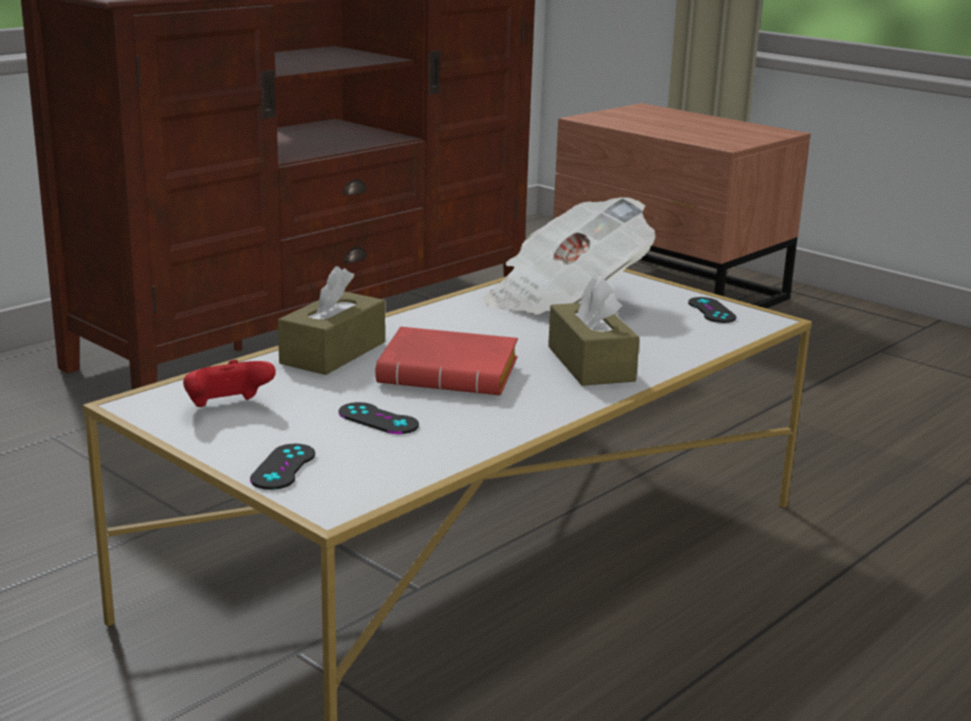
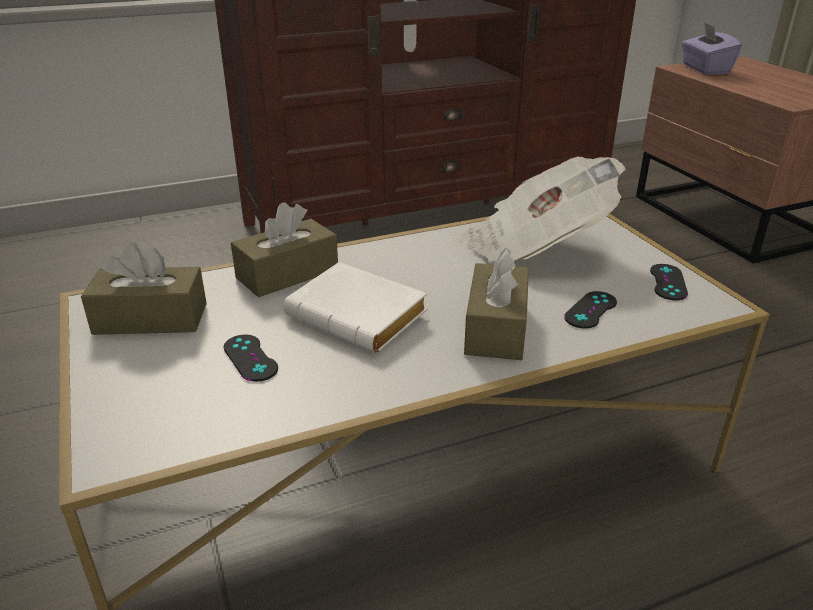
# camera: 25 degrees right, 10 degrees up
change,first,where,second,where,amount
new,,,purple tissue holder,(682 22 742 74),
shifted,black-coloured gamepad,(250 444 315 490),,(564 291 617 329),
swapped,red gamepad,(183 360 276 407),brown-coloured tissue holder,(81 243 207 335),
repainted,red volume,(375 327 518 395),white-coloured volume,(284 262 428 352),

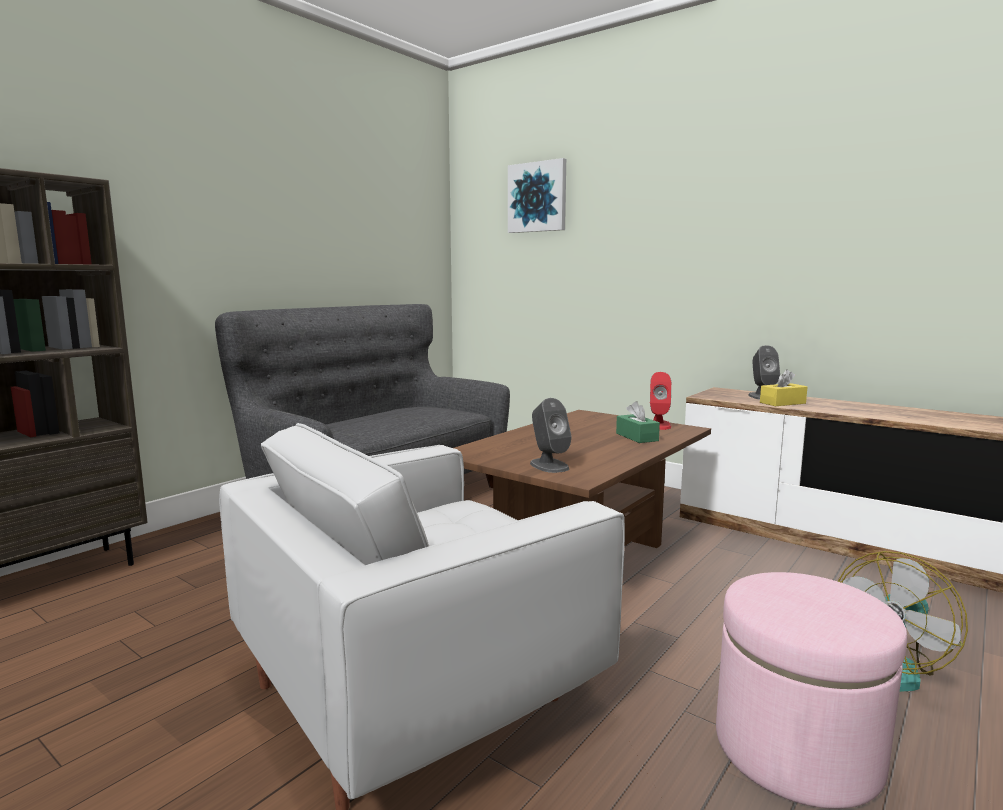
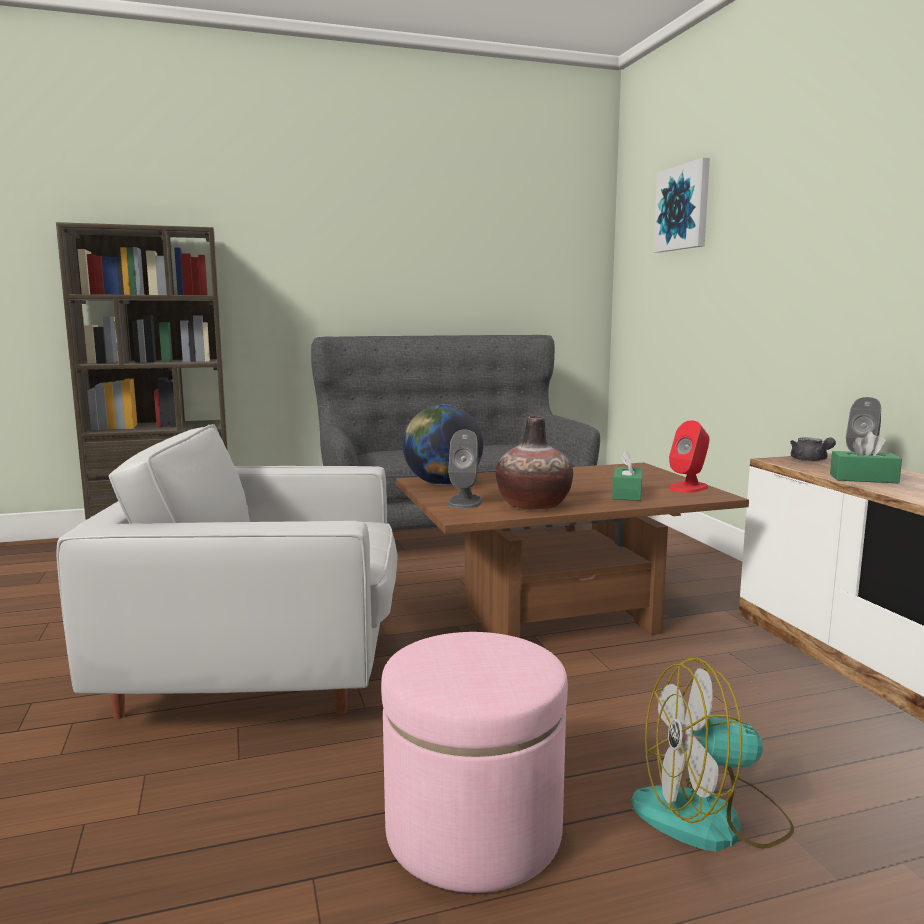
# camera: 35 degrees right, 0 degrees up
change,first,where,second,where,amount
new,,,desk globe,(403 405 483 485),
new,,,flower vase,(496 416 573 510),
new,,,gray teapot,(790 437 836 461),
repainted,yellow tissue holder,(760 370 808 406),green tissue holder,(830 431 902 483),

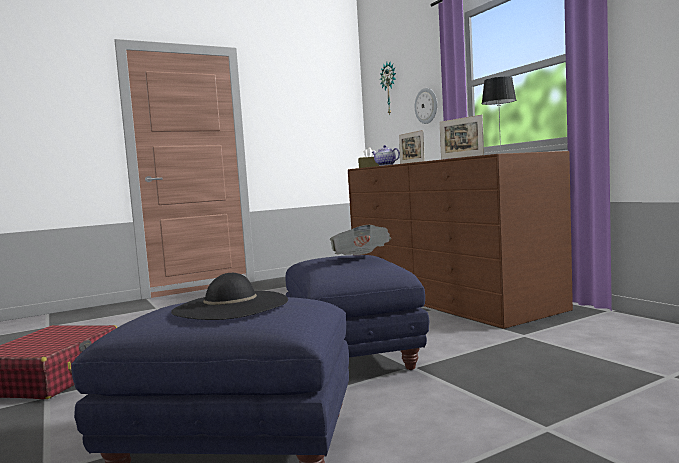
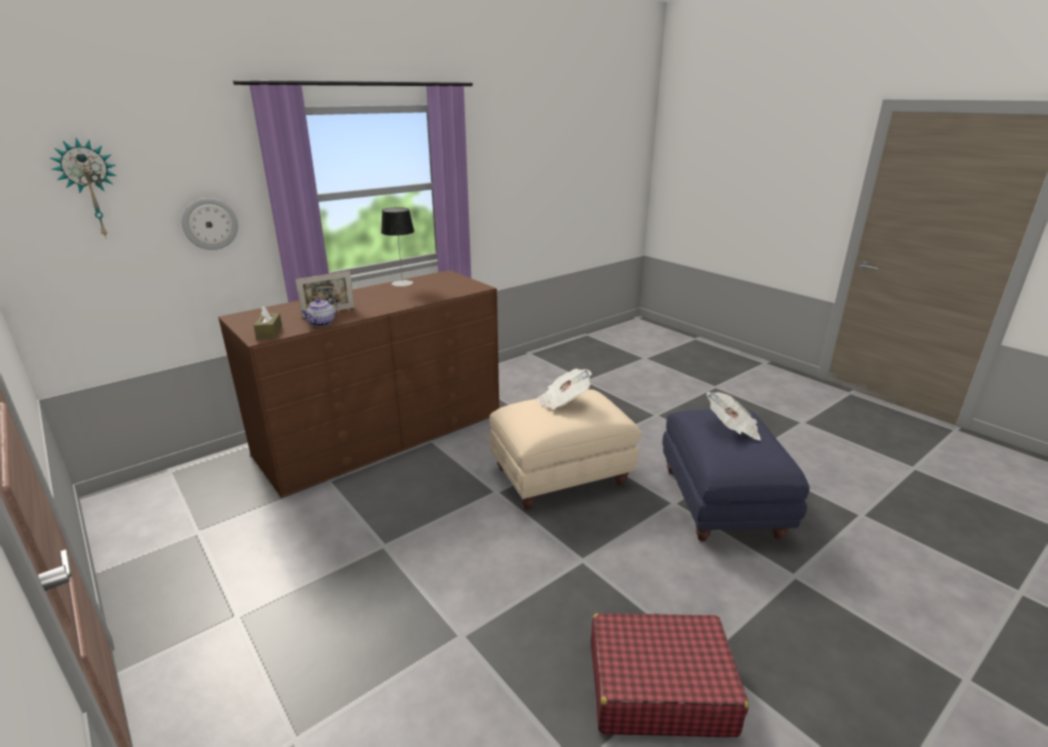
# camera: 100 degrees left, 20 degrees up
change,first,where,second,where,amount
gone,photo frame,(440 115 484 159),,,
swapped,black-coloured clothing hat,(171 273 288 320),daily paper,(707 392 761 440),
repainted,bluish footrest,(285 255 430 370),sand-coloured footrest,(489 390 641 510),

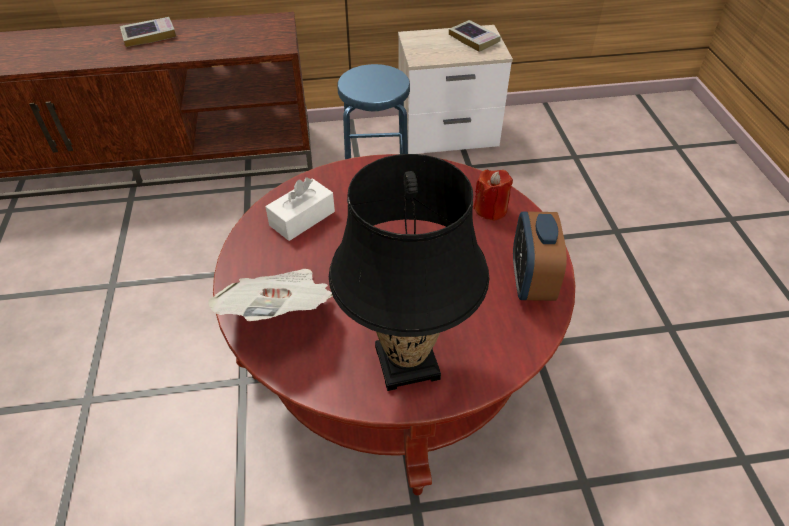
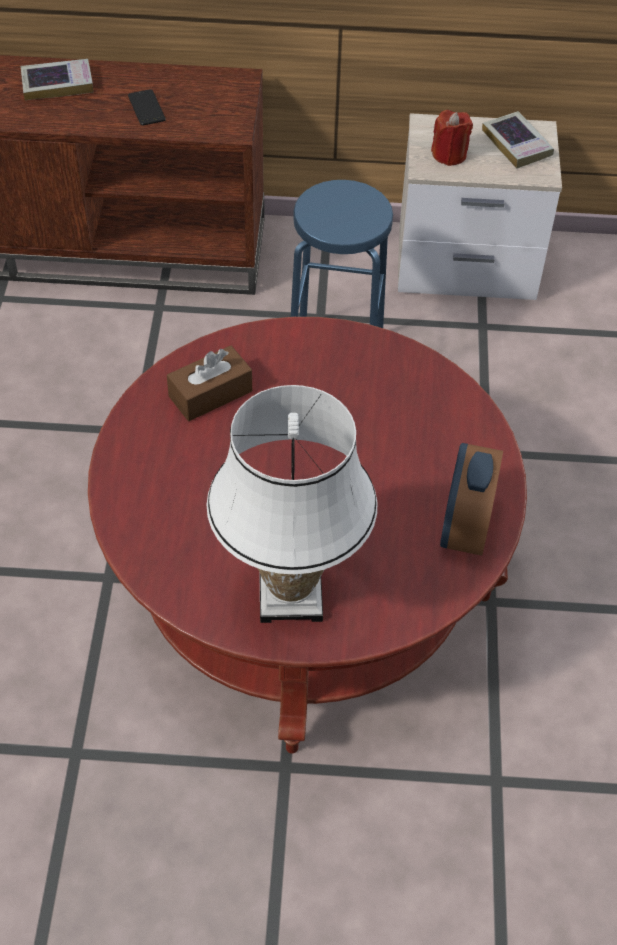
# camera: 10 degrees right, 5 degrees up
change,first,where,second,where,amount
gone,daily paper,(208 269 333 321),,,
new,,,telephone,(128 89 166 125),
shifted,red wax light,(473 170 513 221),,(431 110 473 166),
repainted,white-coloured tissue holder,(265 177 335 241),brown-coloured tissue holder,(167 346 252 421),
repainted,black-coloured lamp for a table,(329 154 489 391),white-coloured lamp for a table,(207 385 377 623),

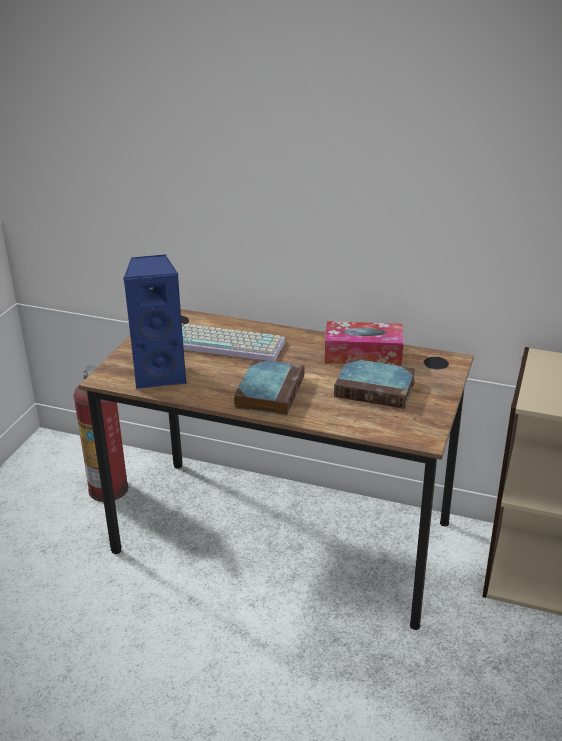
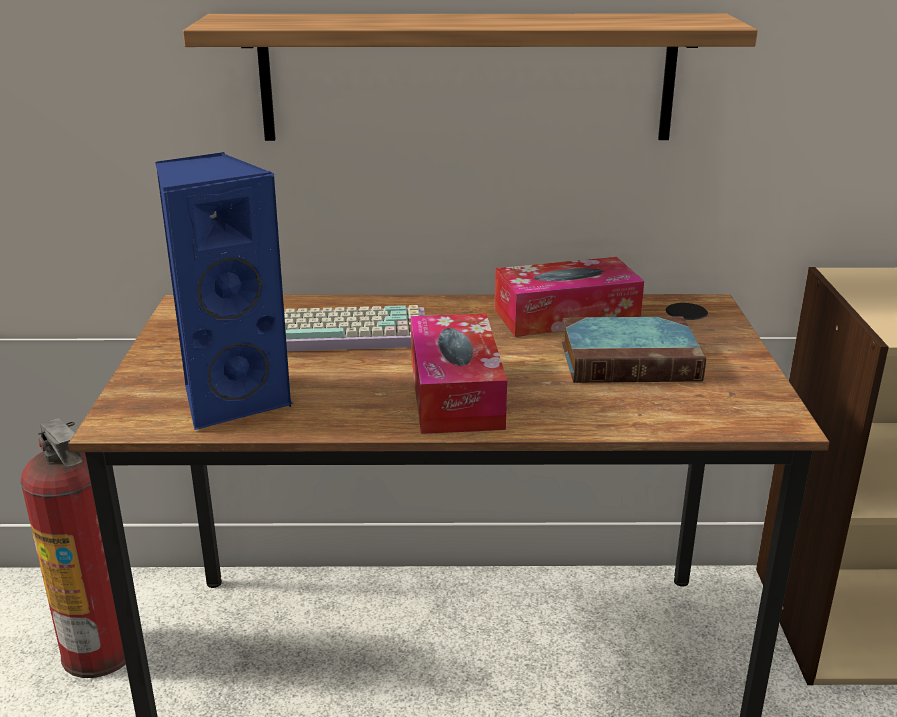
# camera: 20 degrees left, 5 degrees down
change,first,where,second,where,amount
new,,,wall shelf,(183 14 758 141),
swapped,volume,(234 359 305 415),tissue holder,(411 313 507 434),

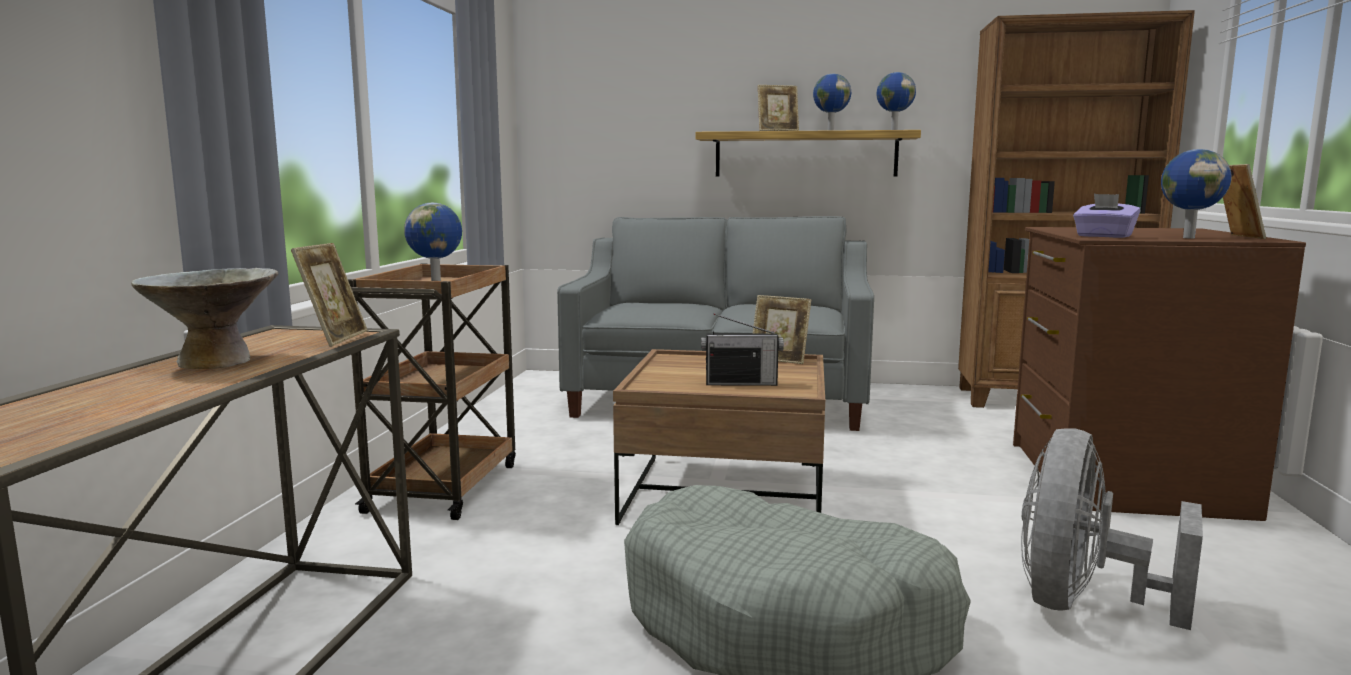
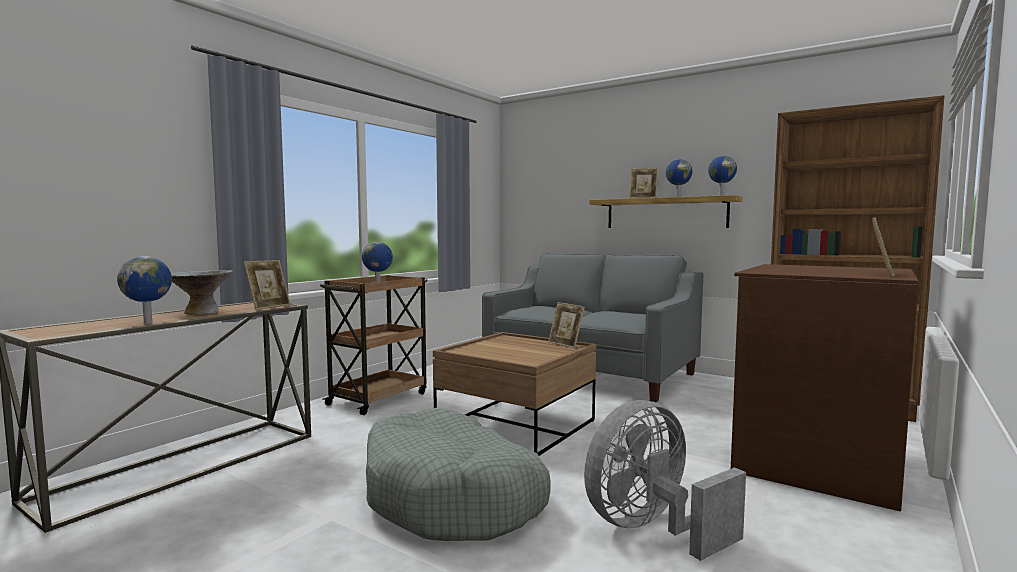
# camera: 25 degrees right, 5 degrees down
change,first,where,second,where,amount
gone,radio receiver,(701 313 784 386),,,
gone,purple tissue holder,(1073 194 1140 238),,,
shifted,desk globe,(1161 149 1232 239),,(117 256 172 324),

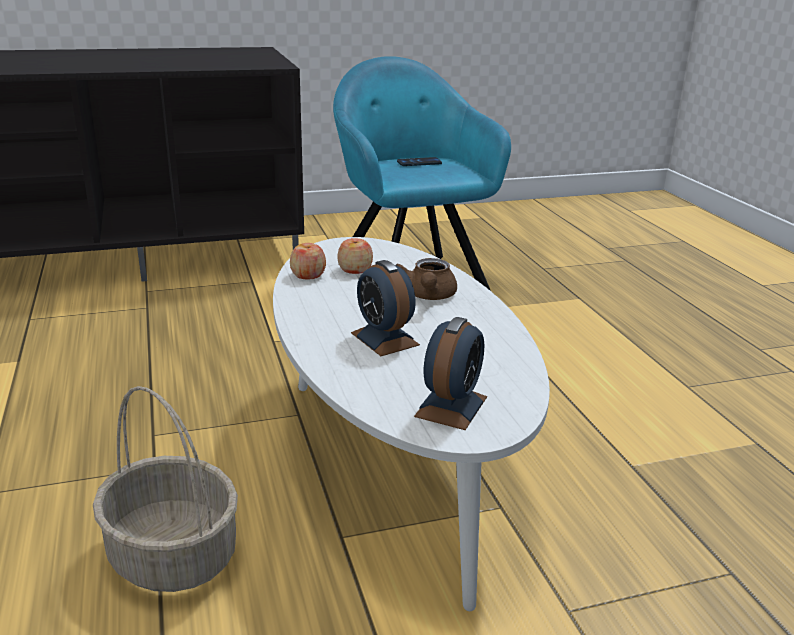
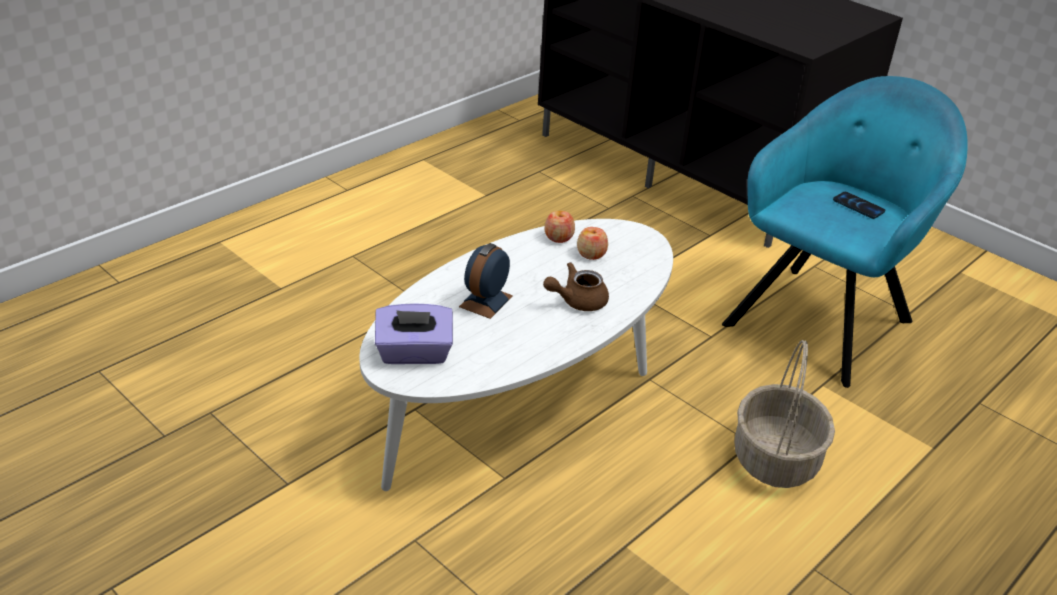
# camera: 60 degrees right, 10 degrees up
change,first,where,second,where,amount
shifted,storage basket,(93 386 238 592),,(734 340 835 488),
swapped,bedside clock,(414 317 487 430),purple tissue holder,(375 303 453 364),

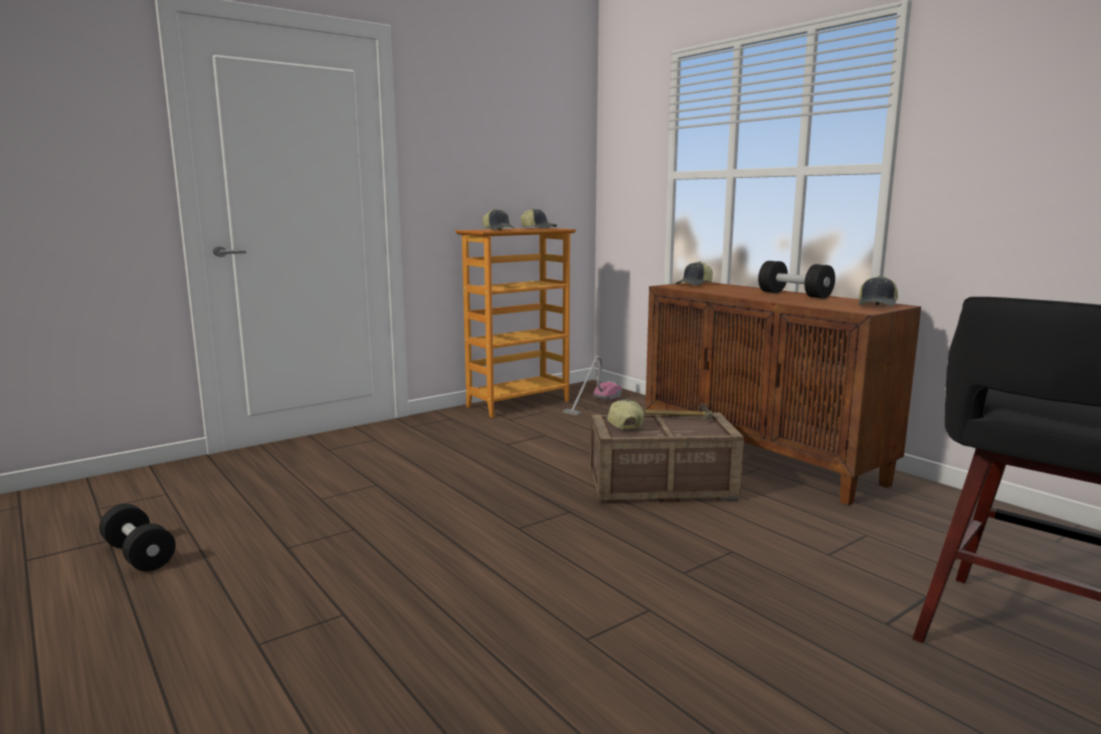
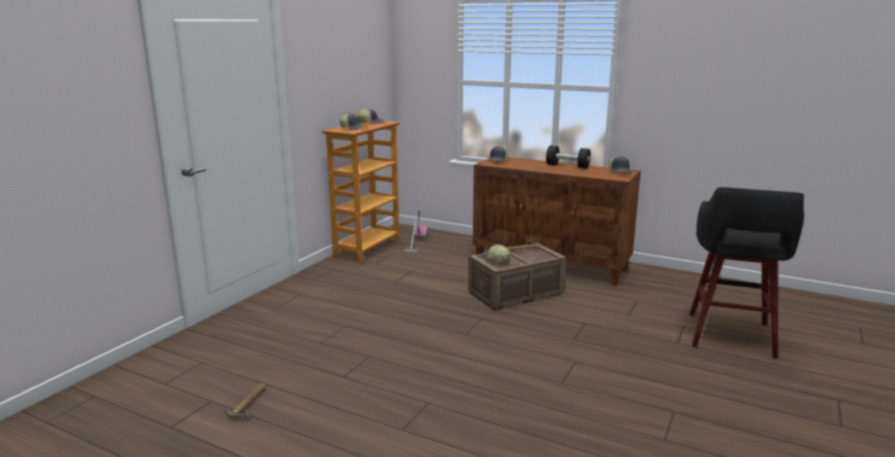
# camera: 25 degrees left, 5 degrees up
change,first,where,second,where,amount
swapped,black-coloured dumbbell,(99 504 176 571),hand hammer,(224 383 266 420),

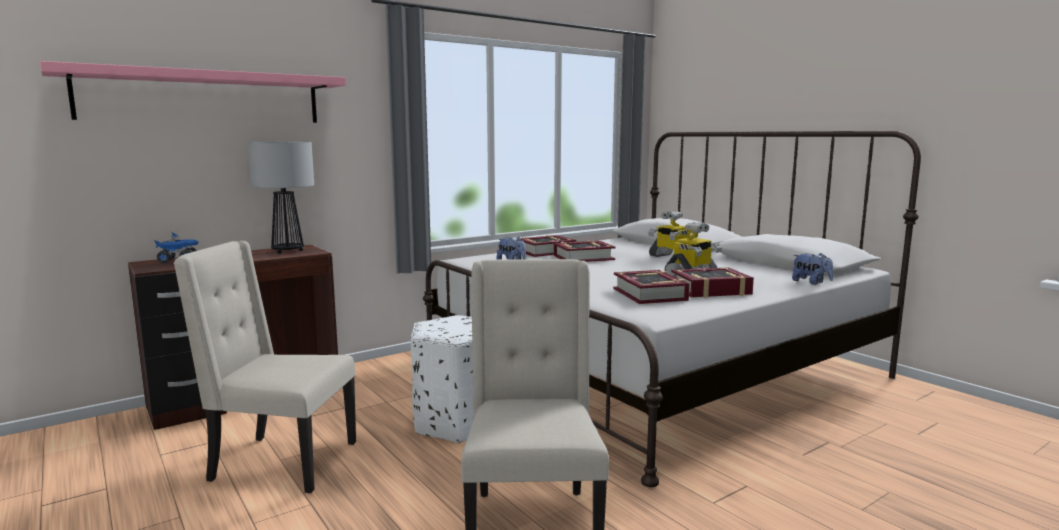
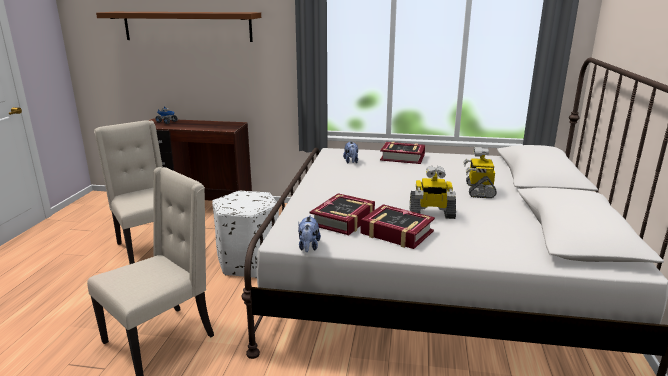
# camera: 45 degrees right, 10 degrees up
change,first,where,second,where,amount
gone,lamp for a table,(247 142 314 253),,,
gone,volume,(554 240 616 262),,,
shifted,plush toy,(792 253 833 285),,(298 215 321 252),
repainted,pink wall shelf,(40 61 346 123),brown-coloured wall shelf,(96 12 261 42),

